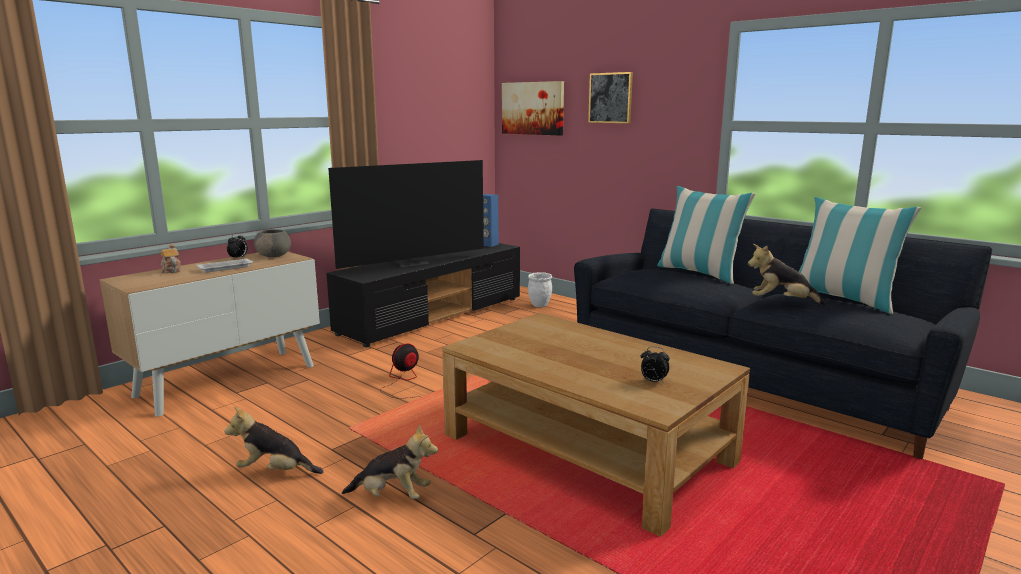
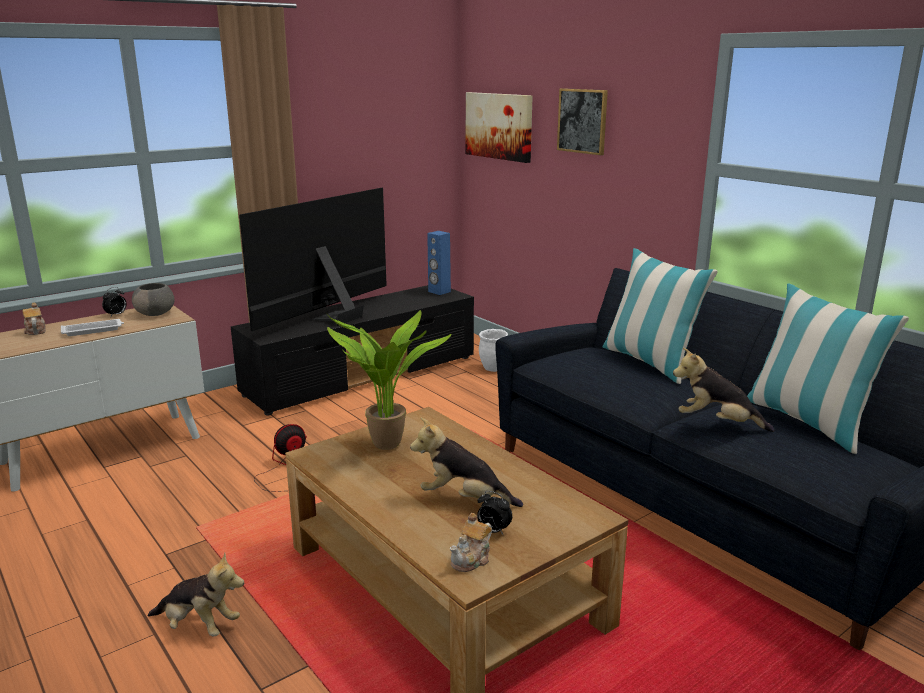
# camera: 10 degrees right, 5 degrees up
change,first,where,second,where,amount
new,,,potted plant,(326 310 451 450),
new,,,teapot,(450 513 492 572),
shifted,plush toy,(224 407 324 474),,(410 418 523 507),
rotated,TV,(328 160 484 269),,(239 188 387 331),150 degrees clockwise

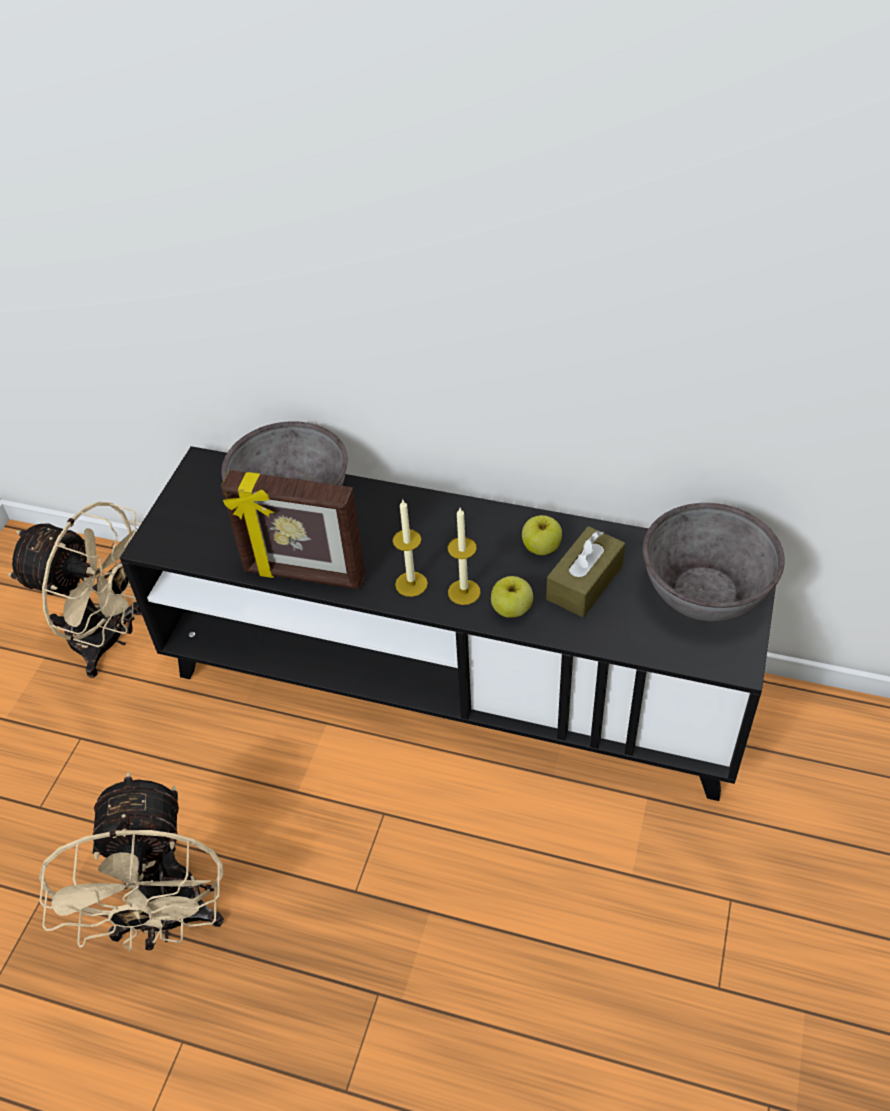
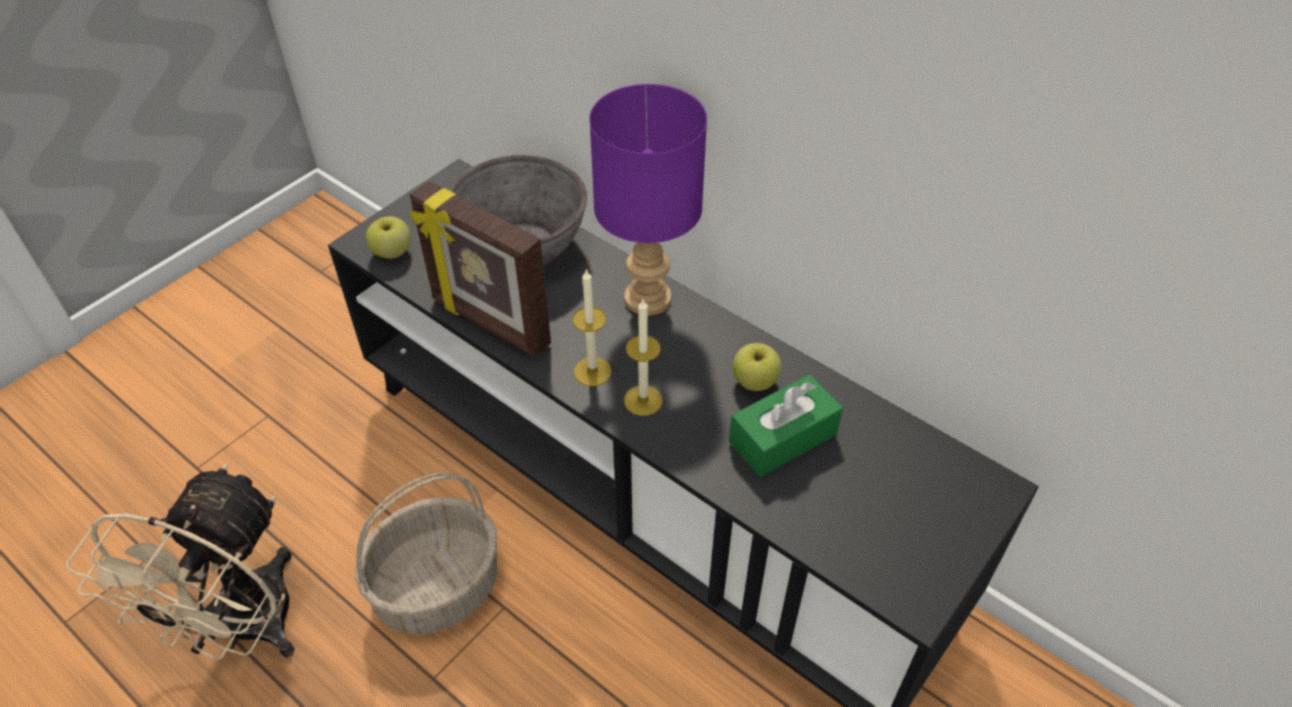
# camera: 20 degrees right, 0 degrees up
change,first,where,second,where,amount
gone,sand-coloured fan,(8 502 141 678),,,
gone,gray bowl,(643 503 785 621),,,
new,,,storage basket,(355 473 497 634),
new,,,purple lamp for a table,(589 84 707 316),
shifted,whole apple,(491 576 533 618),,(366 216 411 259),
repainted,brown-coloured tissue holder,(546 526 625 617),green tissue holder,(729 374 843 477),

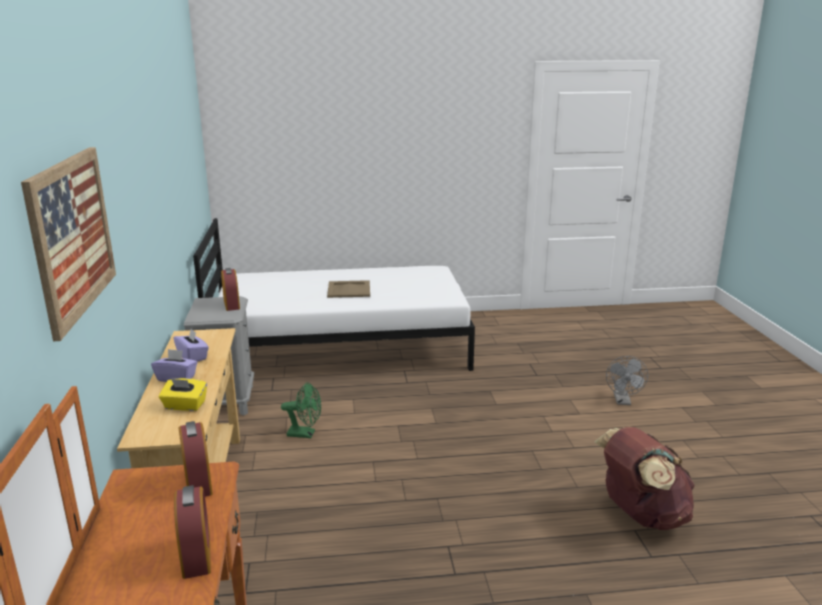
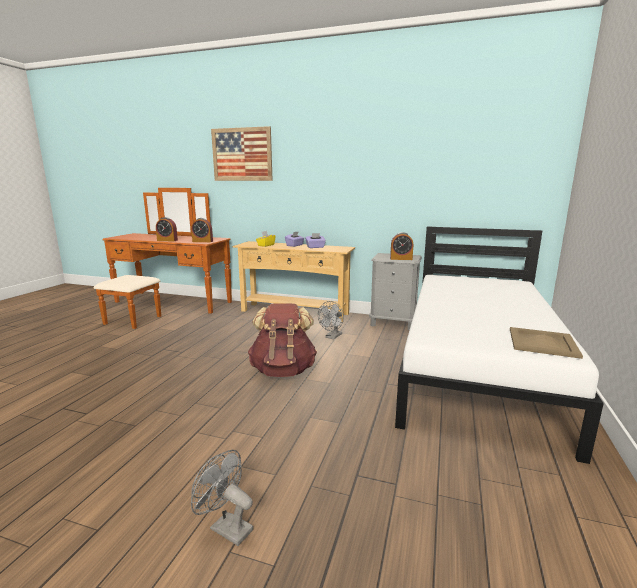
# camera: 115 degrees right, 5 degrees down
change,first,where,second,where,amount
shifted,sand-coloured tray,(327 280 370 298),,(510 327 583 359),
shifted,brown-coloured knapsack,(594 426 695 530),,(248 303 317 377),
repainted,green fan,(281 382 321 438),gray fan,(318 301 344 340),

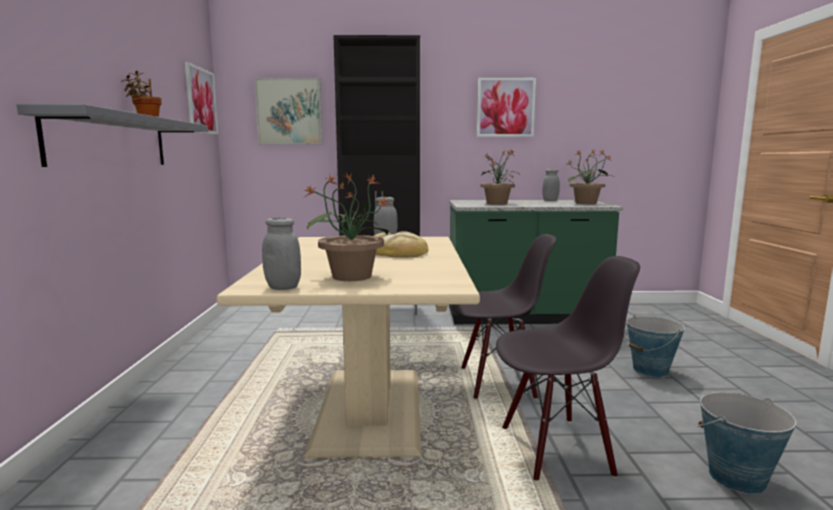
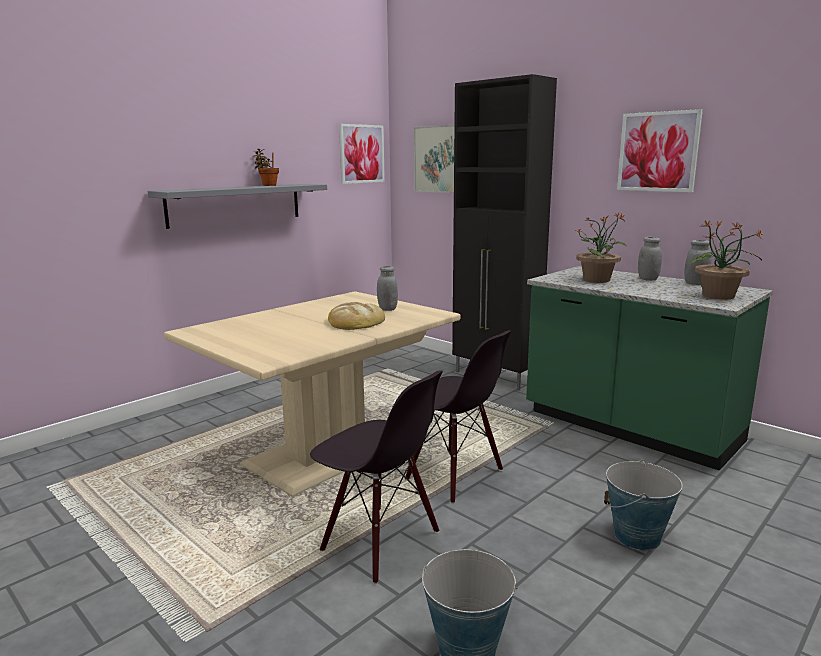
# camera: 45 degrees right, 5 degrees up
change,first,where,second,where,amount
gone,potted plant,(304 173 392 281),,,
shifted,gray storage jar,(262 217 301 290),,(638 237 662 280),

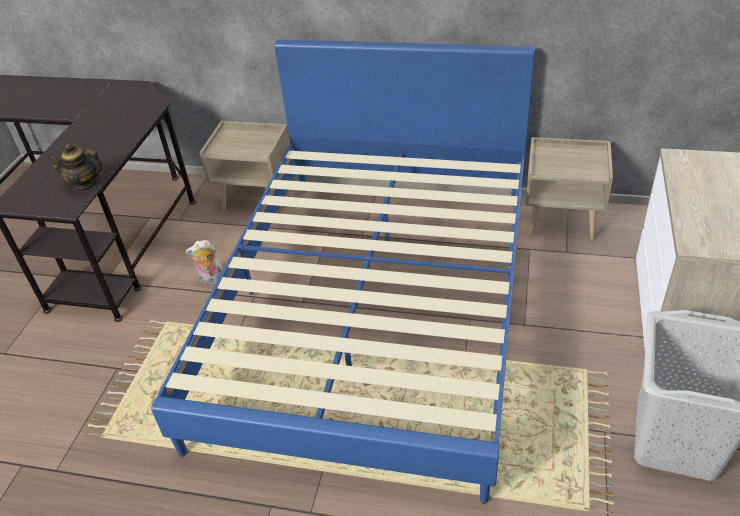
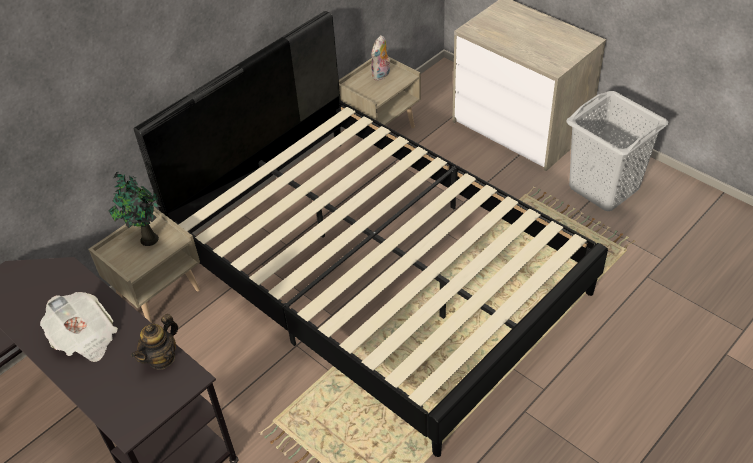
# camera: 60 degrees left, 5 degrees up
change,first,where,second,where,amount
new,,,daily paper,(40 292 118 362),
new,,,potted plant,(108 171 161 246),
shifted,plush toy,(186 240 223 284),,(371 35 391 81),
repainted,bluish bed,(151 40 535 504),black-coloured bed,(133 11 608 457),

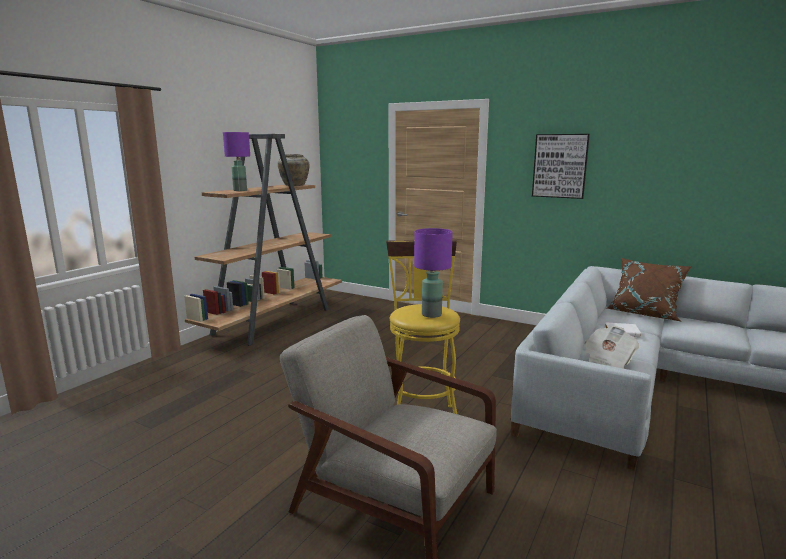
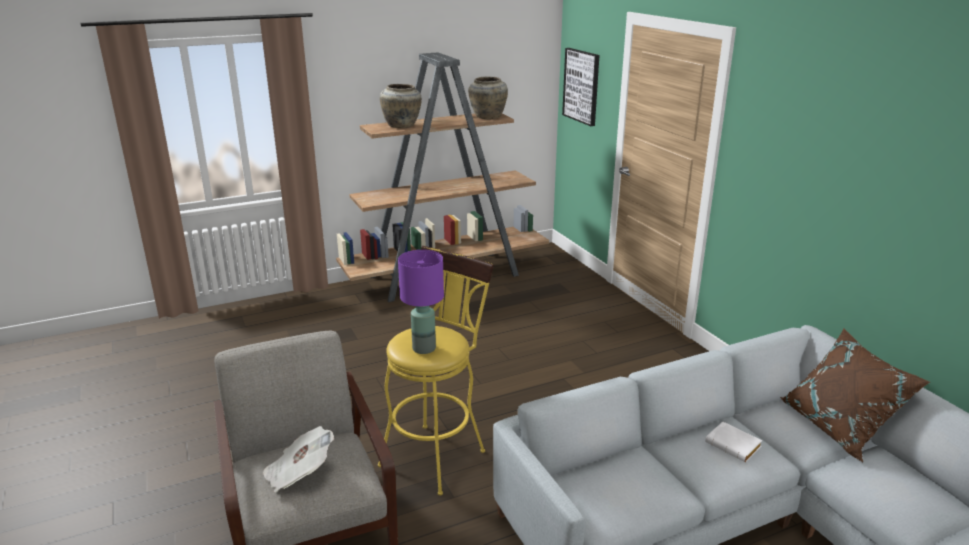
# camera: 35 degrees right, 10 degrees up
change,first,where,second,where,amount
shifted,wall picture,(532 134 590 199),,(562 48 599 126),
shifted,daily paper,(585 326 639 369),,(263 426 334 493),
swapped,purple lamp for a table,(223 132 250 191),sand-coloured flower vase,(380 84 422 128),

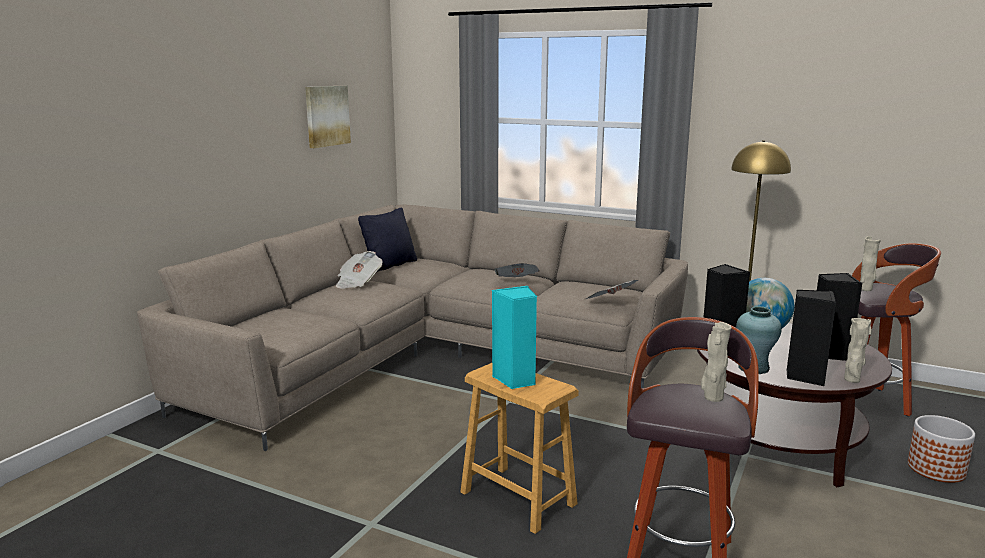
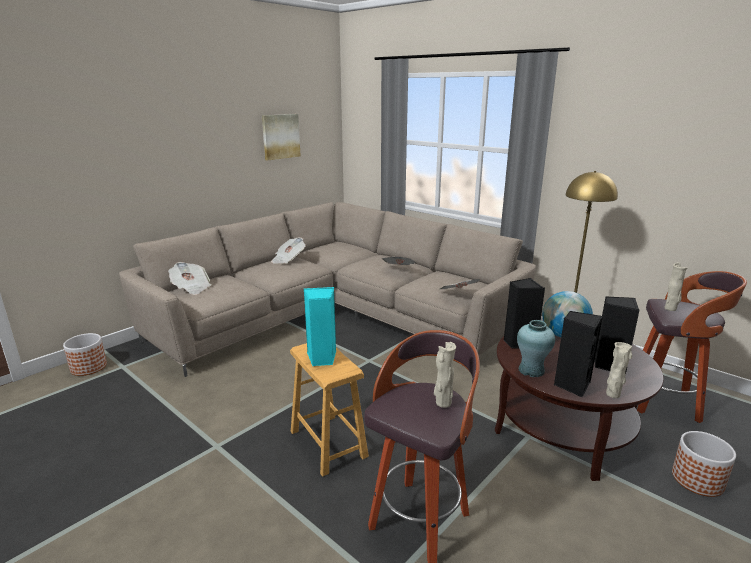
# camera: 15 degrees right, 5 degrees up
change,first,where,second,where,amount
gone,black-coloured throw pillow,(358 207 417 272),,,
new,,,flower pot,(63 333 107 376),
new,,,daily paper,(168 262 211 295),

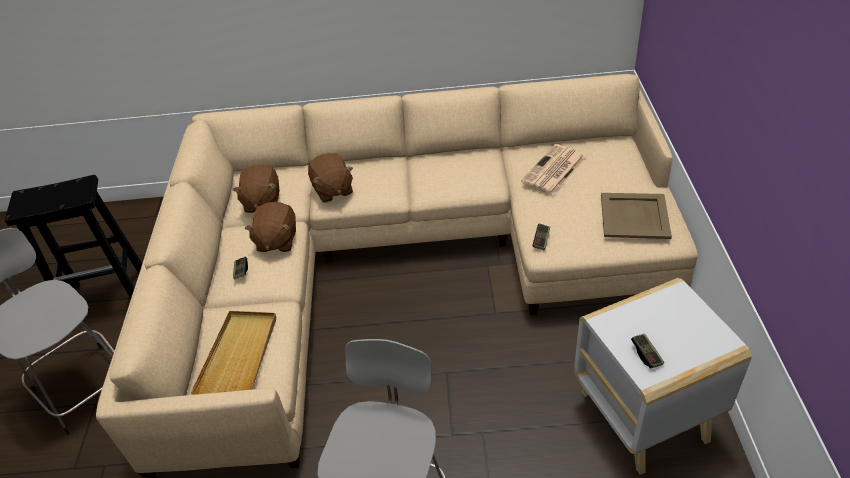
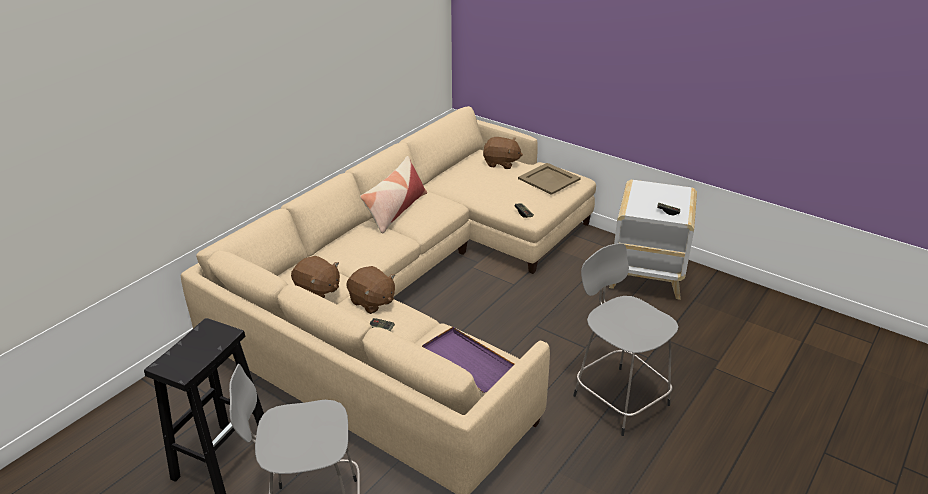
# camera: 55 degrees left, 10 degrees down
change,first,where,second,where,amount
gone,daily paper,(521 144 586 195),,,
new,,,throw pillow,(360 156 427 234),
shifted,brown-coloured plush toy,(308 153 353 203),,(483 137 523 169),
repainted,sand-coloured tray,(191 311 276 395),purple tray,(422 327 514 393),

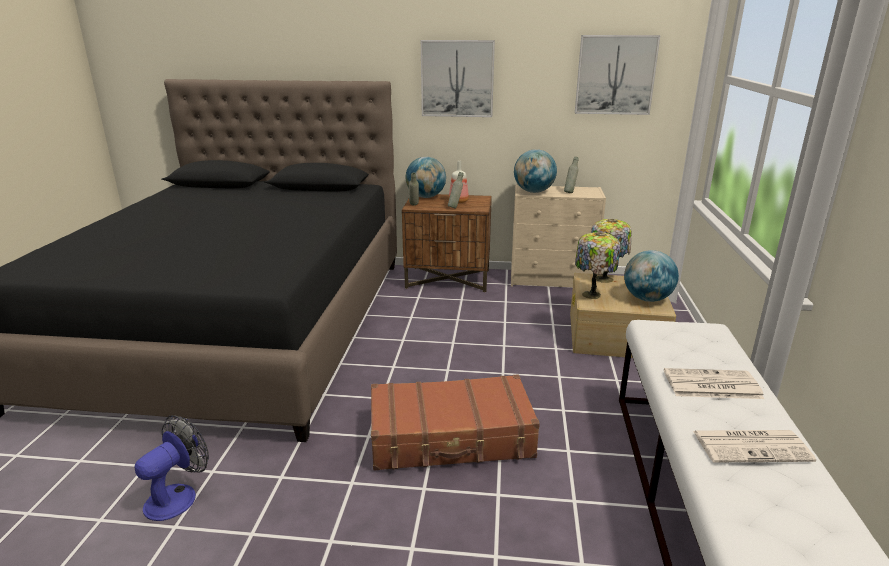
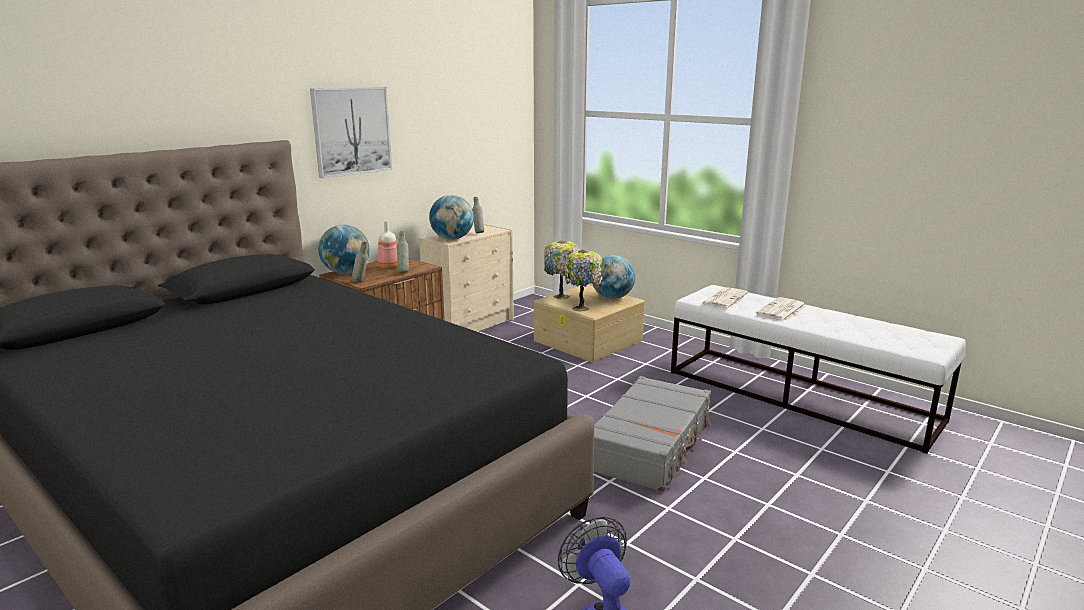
# camera: 55 degrees left, 5 degrees down
change,first,where,second,where,amount
gone,wall picture,(575 35 660 115),,,
shifted,daily paper,(693 430 816 462),,(700 287 748 308),
repainted,brown-coloured suitcase,(371 374 540 471),gray suitcase,(594 376 712 492),

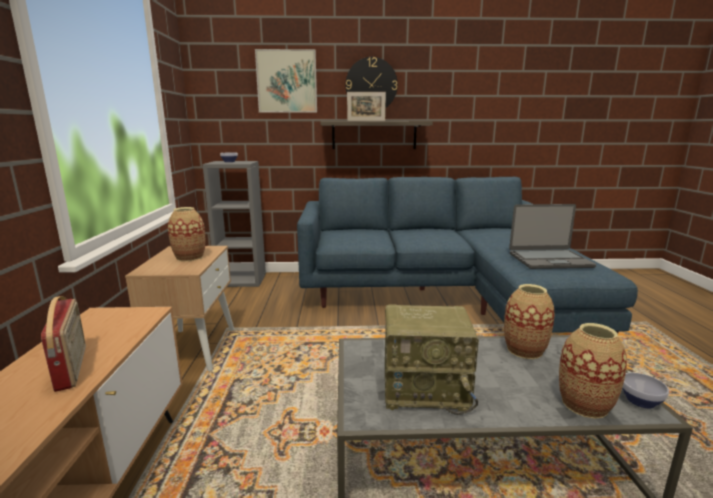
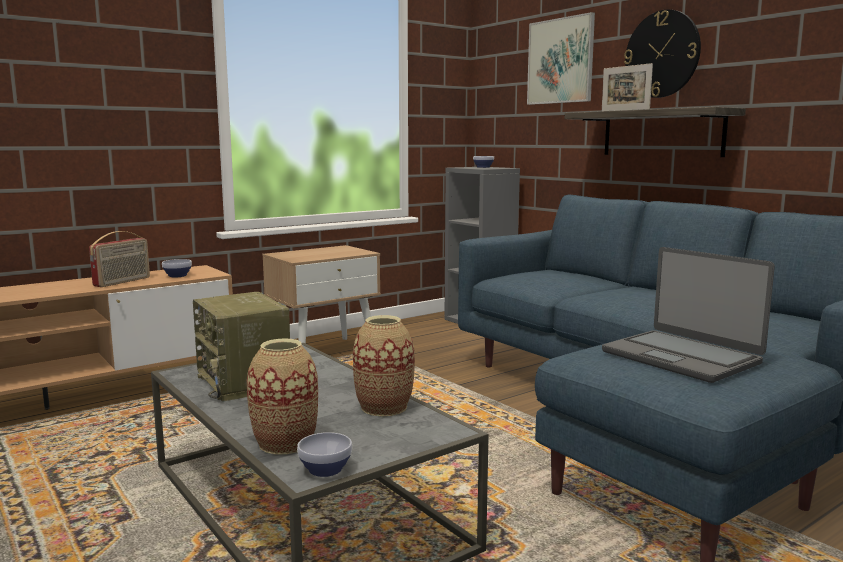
# camera: 55 degrees right, 5 degrees down
change,first,where,second,where,amount
gone,flower vase,(168 207 205 261),,,
new,,,bowl,(162 259 192 278),

